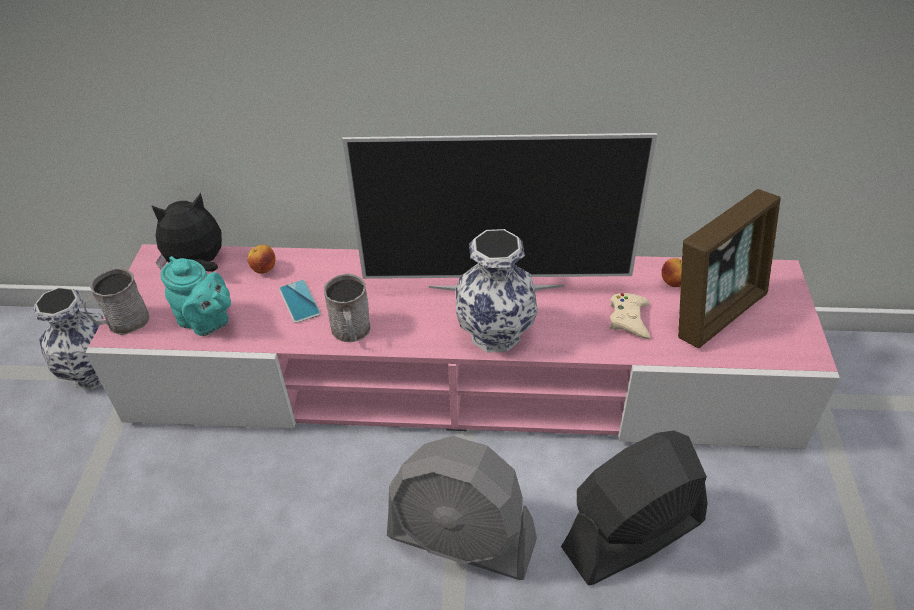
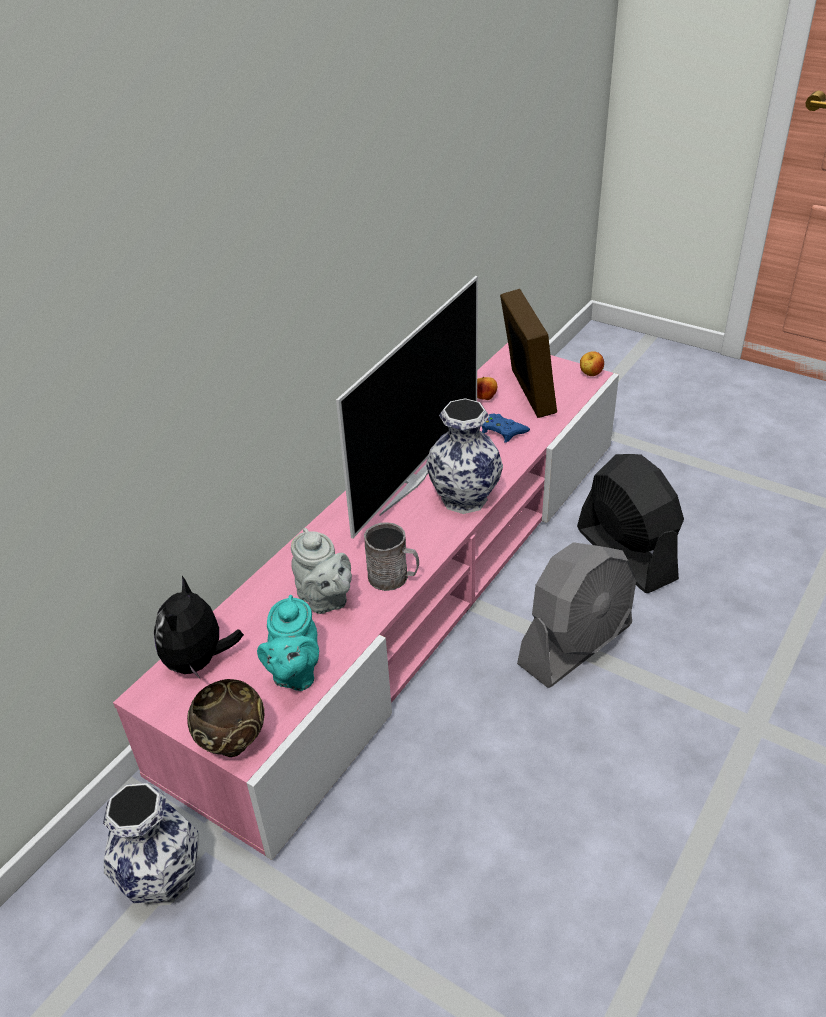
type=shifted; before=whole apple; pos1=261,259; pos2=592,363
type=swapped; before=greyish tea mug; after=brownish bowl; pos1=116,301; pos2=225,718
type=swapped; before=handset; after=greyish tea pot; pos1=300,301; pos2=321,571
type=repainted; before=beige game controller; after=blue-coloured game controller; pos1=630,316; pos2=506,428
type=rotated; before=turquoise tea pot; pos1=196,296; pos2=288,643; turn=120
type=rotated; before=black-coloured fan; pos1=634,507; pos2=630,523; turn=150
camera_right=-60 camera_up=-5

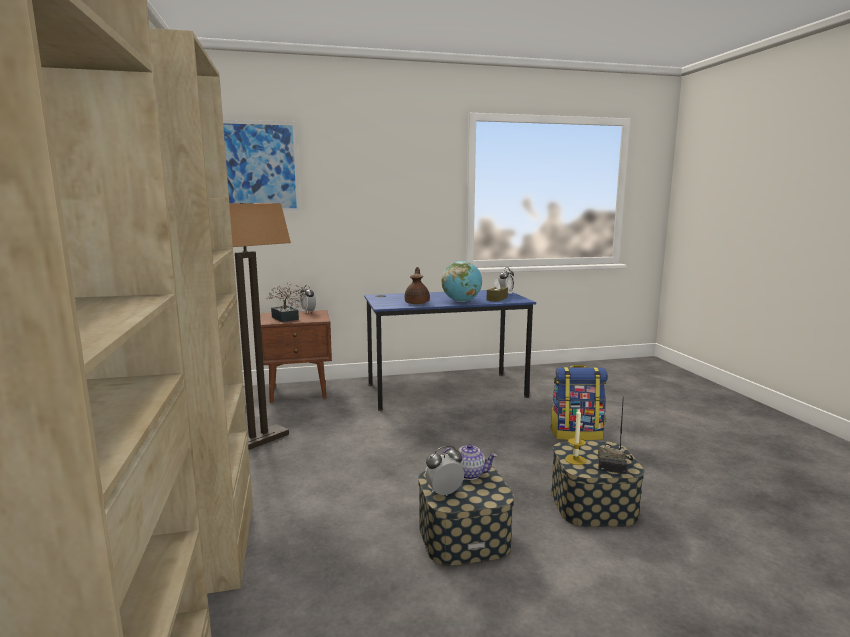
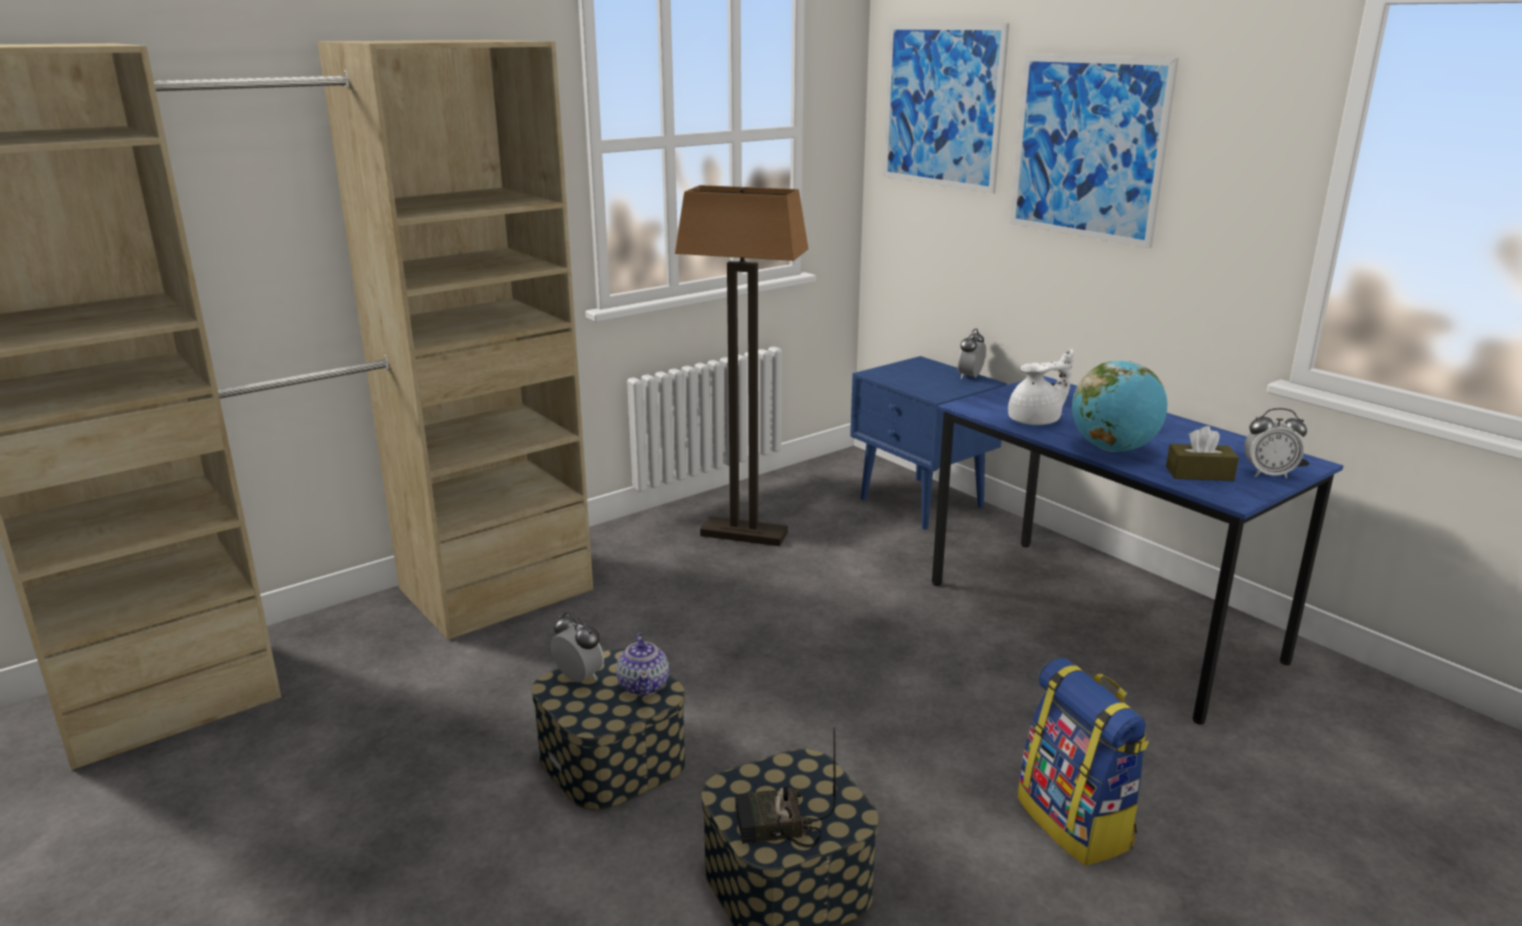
type=gone; before=plant in a pot; pos1=286,302
type=gone; before=candle; pos1=575,437
type=new; after=wall art; pos2=1094,151
type=repainted; before=brownish night table; after=blue-coloured night table; pos1=296,356; pos2=928,443
type=repainted; before=brownish tea pot; after=whitish tea pot; pos1=417,285; pos2=1041,387
camera_right=65 camera_up=10

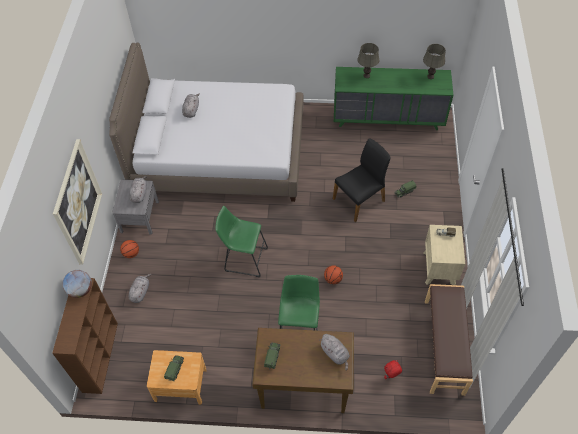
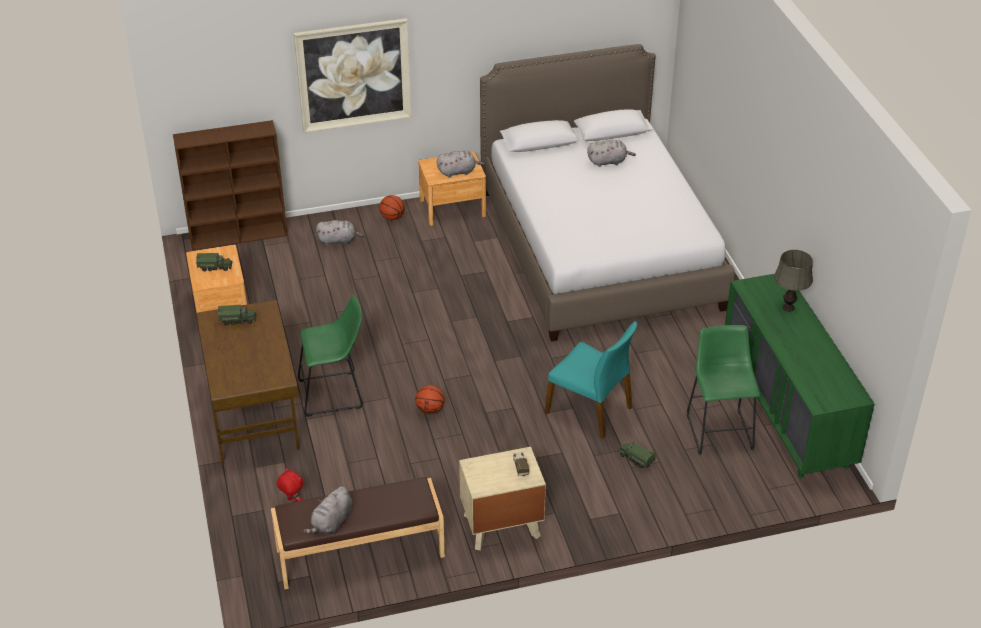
type=gone; before=globe; pos1=77,284
type=gone; before=greyish lamp for a table; pos1=434,61
type=shifted; before=green stool; pos1=241,241; pos2=723,390
type=shifted; before=greyish soft toy; pos1=334,352; pos2=328,510
type=repainted; before=greyish night table; after=brownish night table; pos1=135,207; pos2=452,189
type=repainted; before=black-coloured chair; after=turquoise chair; pos1=361,180; pos2=591,380
camera_right=70 camera_up=-15

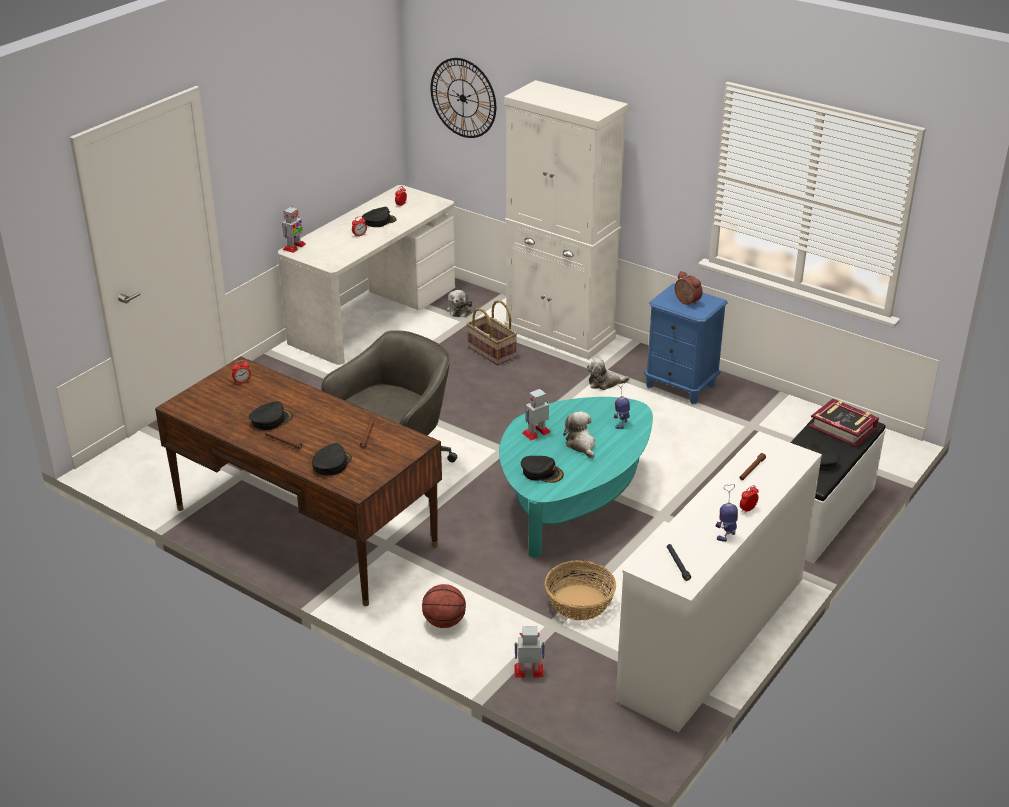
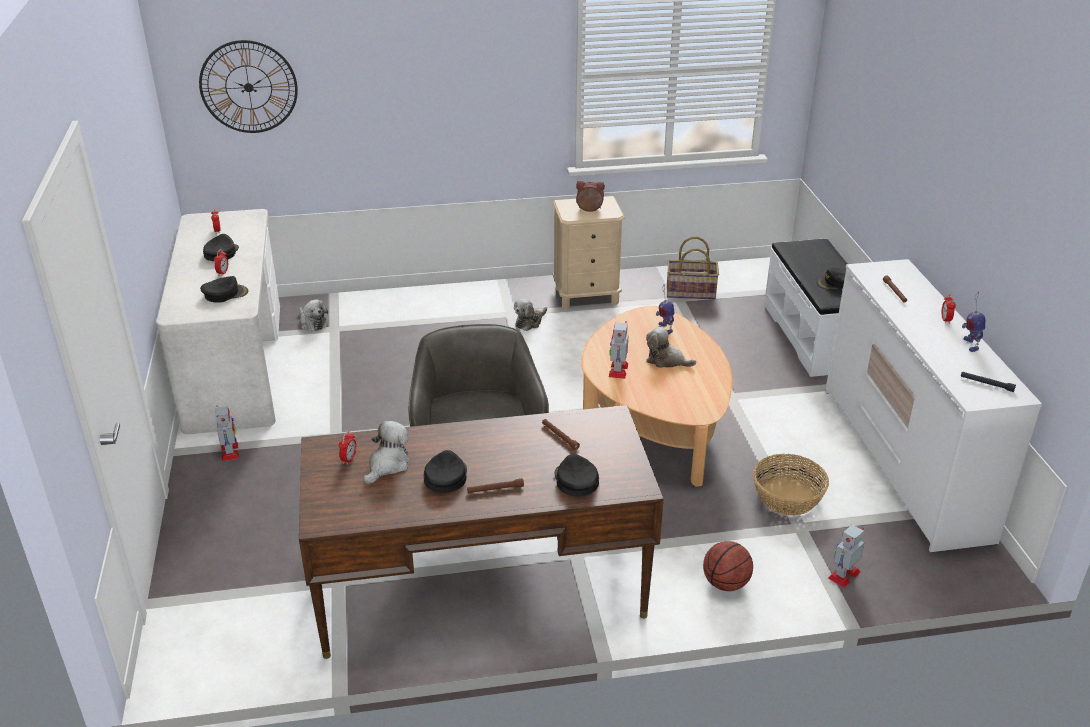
type=gone; before=whitish cabinet; pos1=566,220
type=gone; before=volume; pos1=844,423
type=new; after=soft toy; pos2=386,452
type=shifted; before=toy robot; pos1=294,229; pos2=227,433
type=shifted; before=storage basket; pos1=491,333; pos2=693,268
type=shifted; before=black-coloured baseball cap; pos1=542,469; pos2=224,289
type=repainted; before=turquoise lounge table; after=beige lounge table; pos1=576,477; pos2=656,396
type=repainted; before=blue-coloured night table; after=beige night table; pos1=686,343; pos2=588,252
camera_right=-45 camera_up=0

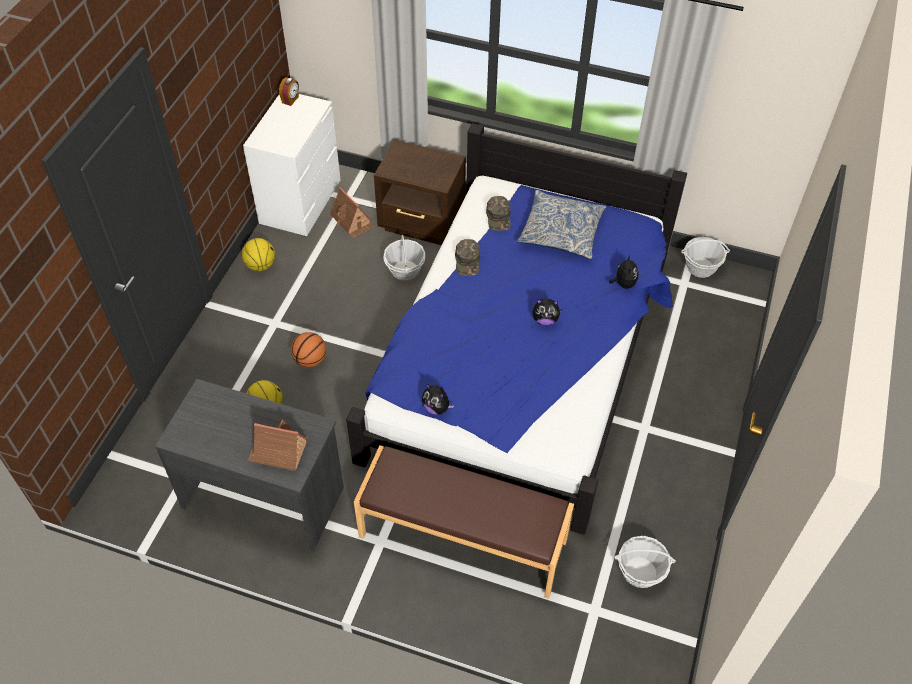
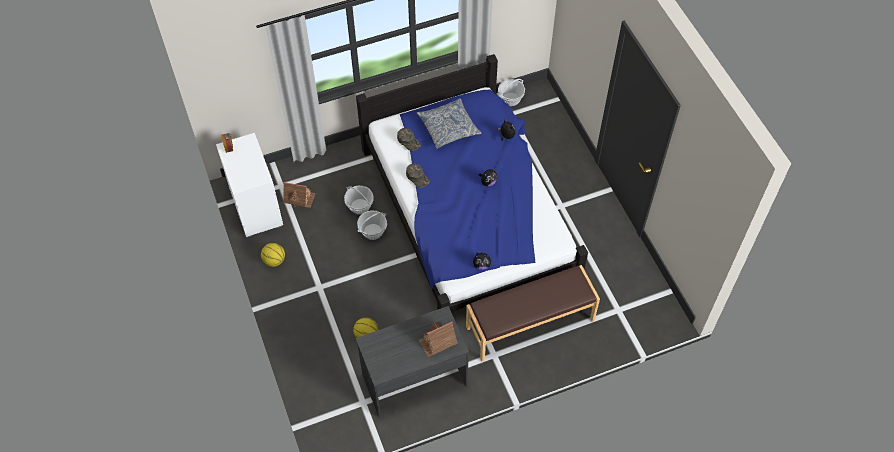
type=gone; before=basketball ball; pos1=308,349
type=gone; before=brownish night table; pos1=420,192
type=shifted; before=storage basket; pos1=645,562; pos2=372,225
camera_right=-40 camera_up=5

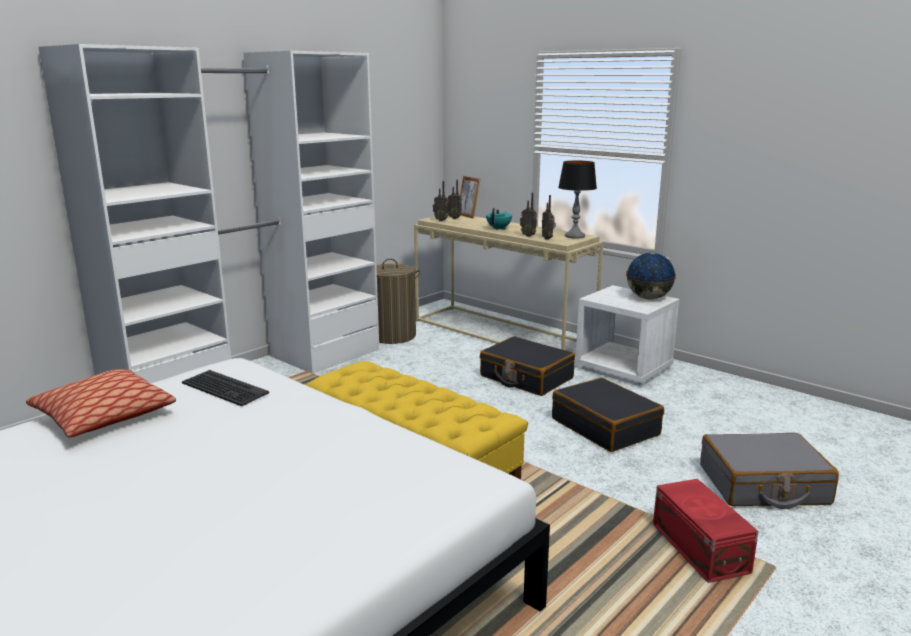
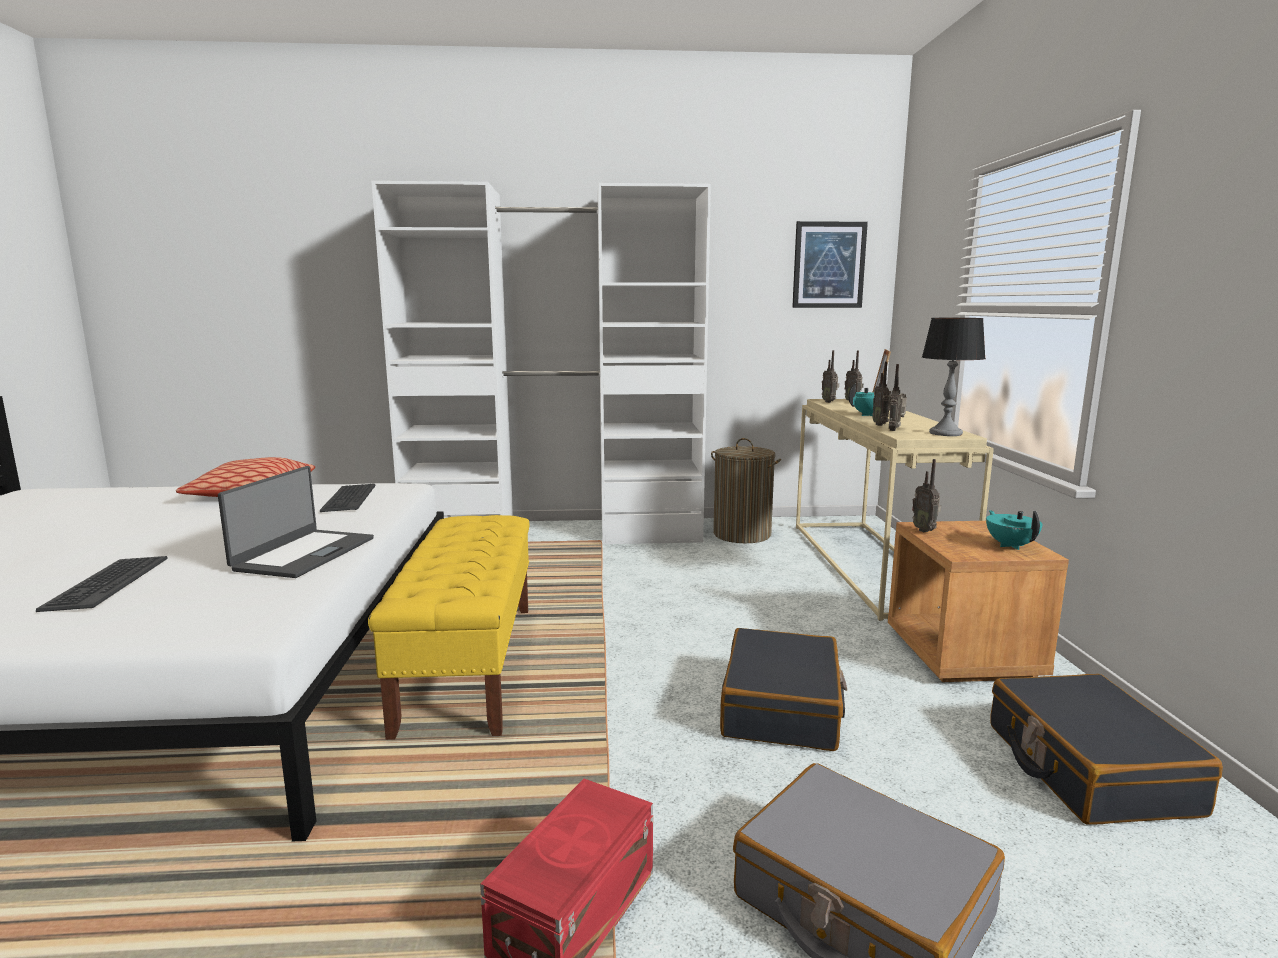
type=new; after=keyboard; pos2=102,584
type=new; after=laptop; pos2=296,522
type=new; after=wall art; pos2=830,264
type=new; after=radio; pos2=926,495
type=shifted; before=black-coloured travel case; pos1=527,366; pos2=1106,749
type=swapped; before=globe; after=turquoise tea pot; pos1=651,276; pos2=1014,530
type=repainted; before=whitish night table; after=brownish night table; pos1=627,335; pos2=978,601
camera_right=45 camera_up=-5

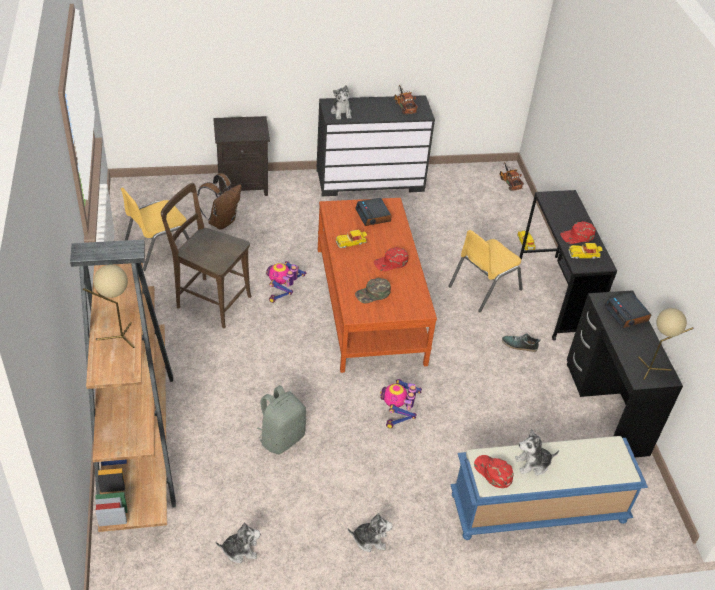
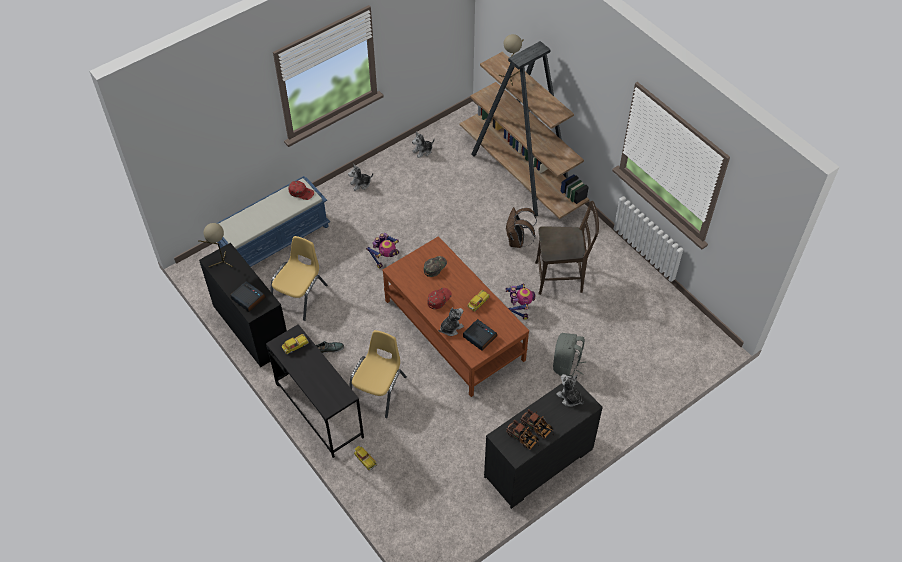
type=gone; before=black-coloured night table; pos1=241,156
type=gone; before=red-coloured baseball cap; pos1=578,232
type=shifted; before=yellow chair; pos1=155,229; pos2=298,278
type=shifted; before=brownish backpack; pos1=219,201; pos2=521,227
type=shifted; before=greyish backpack; pos1=281,419; pos2=569,354
type=shifted; before=toy truck; pos1=511,176; pos2=537,424
type=shifted; before=soft toy; pos1=537,452; pos2=451,322
type=rotated; before=toy robot; pos1=401,403; pos2=382,251; turn=60
camera_right=155 camera_up=10

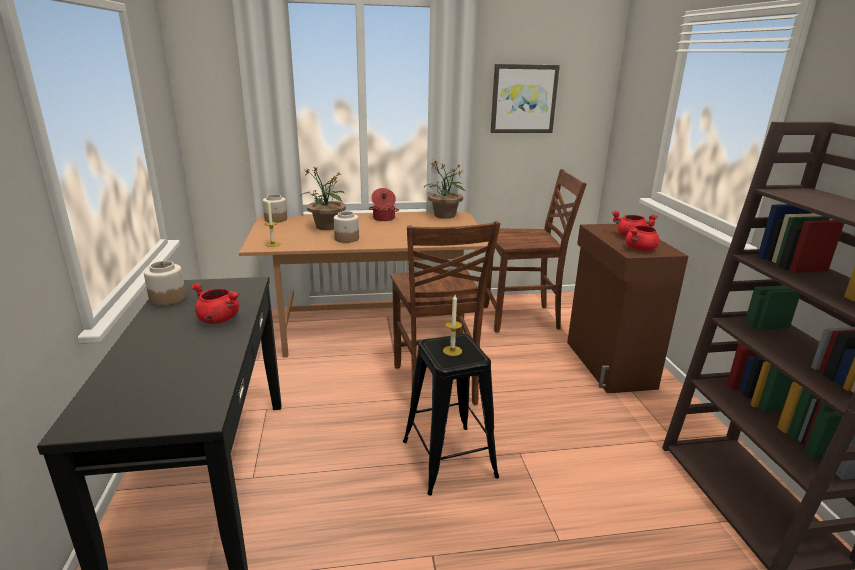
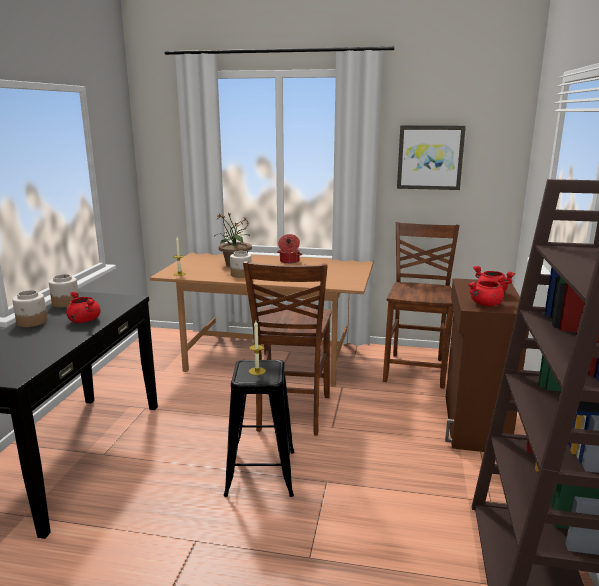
type=gone; before=plant in a pot; pos1=445,189
type=shifted; before=preserve jar; pos1=275,208; pos2=29,308
type=rotated; before=brownish chair; pos1=535,251; pos2=421,305; turn=-90
camera_right=20 camera_up=-5

